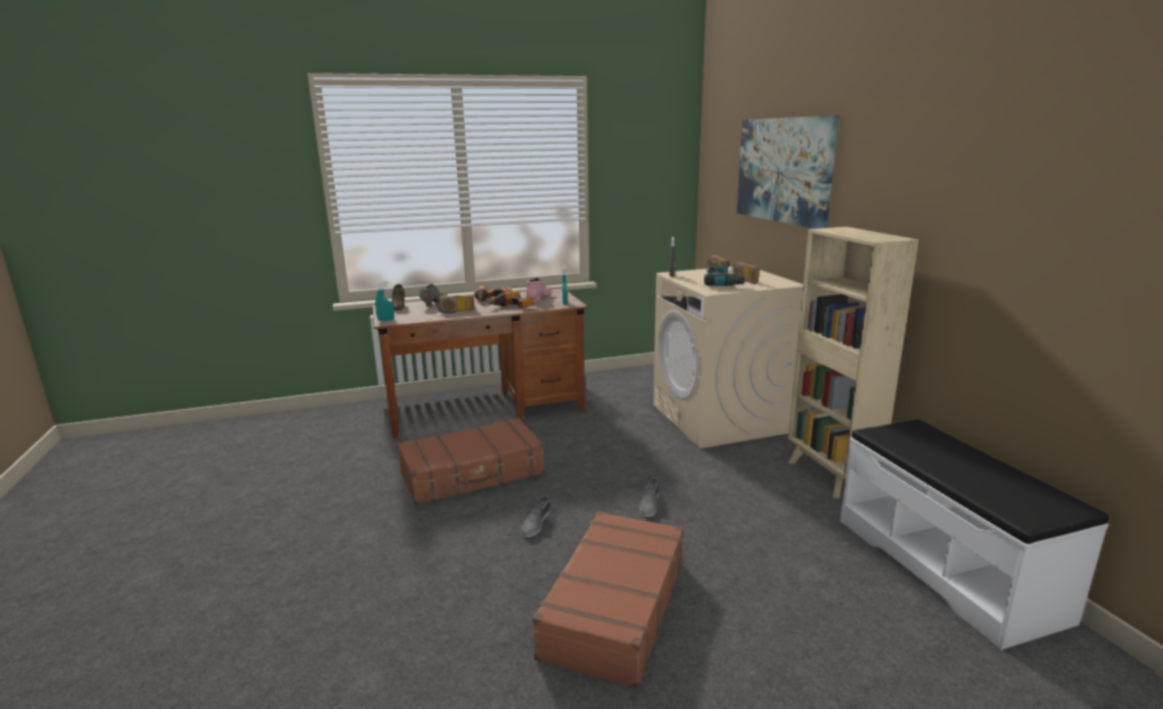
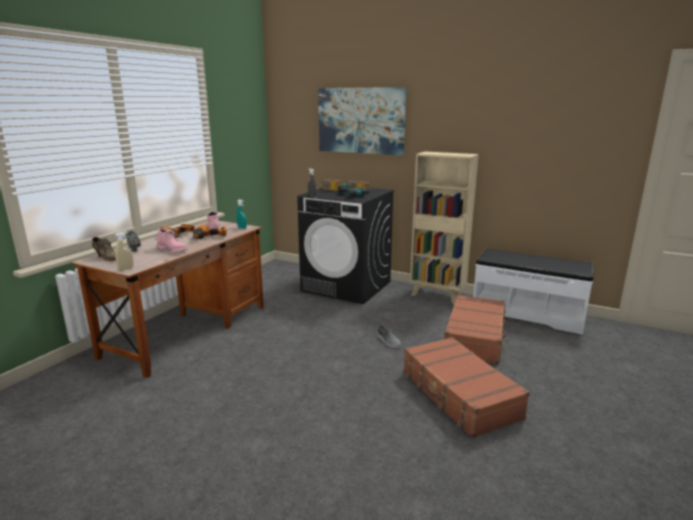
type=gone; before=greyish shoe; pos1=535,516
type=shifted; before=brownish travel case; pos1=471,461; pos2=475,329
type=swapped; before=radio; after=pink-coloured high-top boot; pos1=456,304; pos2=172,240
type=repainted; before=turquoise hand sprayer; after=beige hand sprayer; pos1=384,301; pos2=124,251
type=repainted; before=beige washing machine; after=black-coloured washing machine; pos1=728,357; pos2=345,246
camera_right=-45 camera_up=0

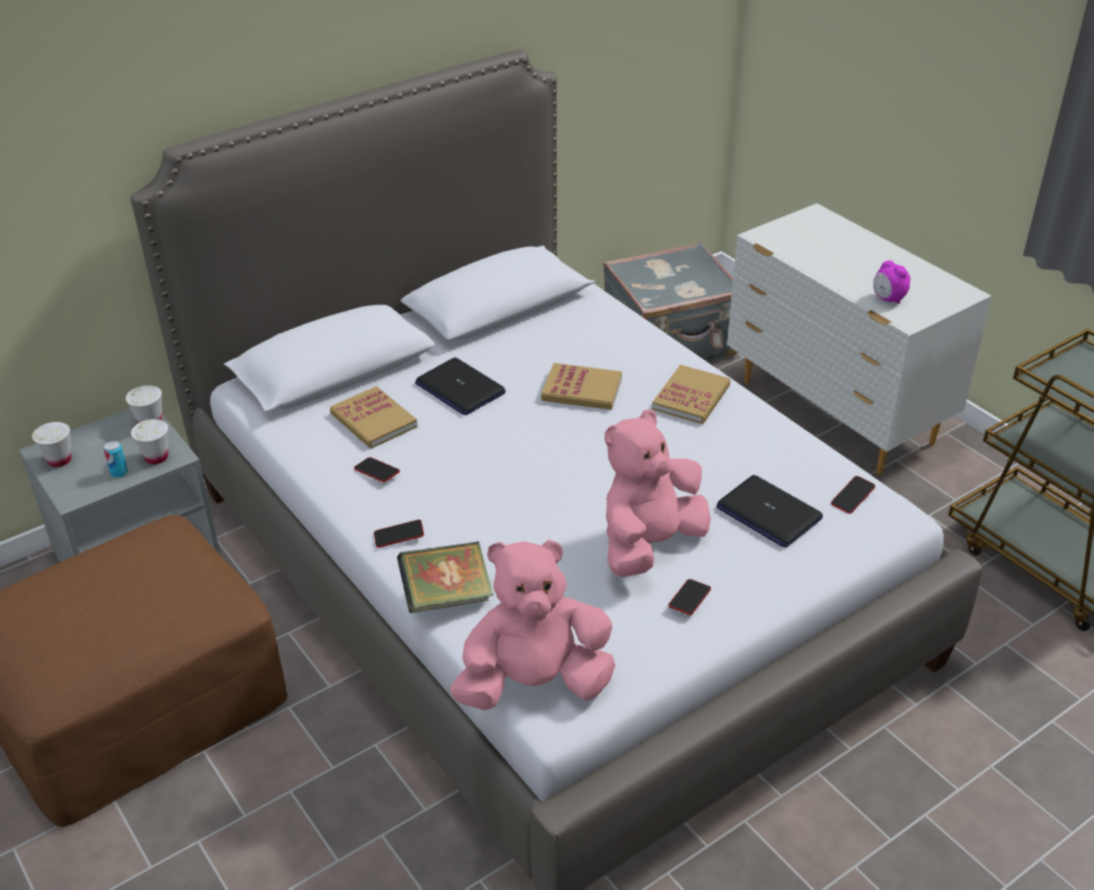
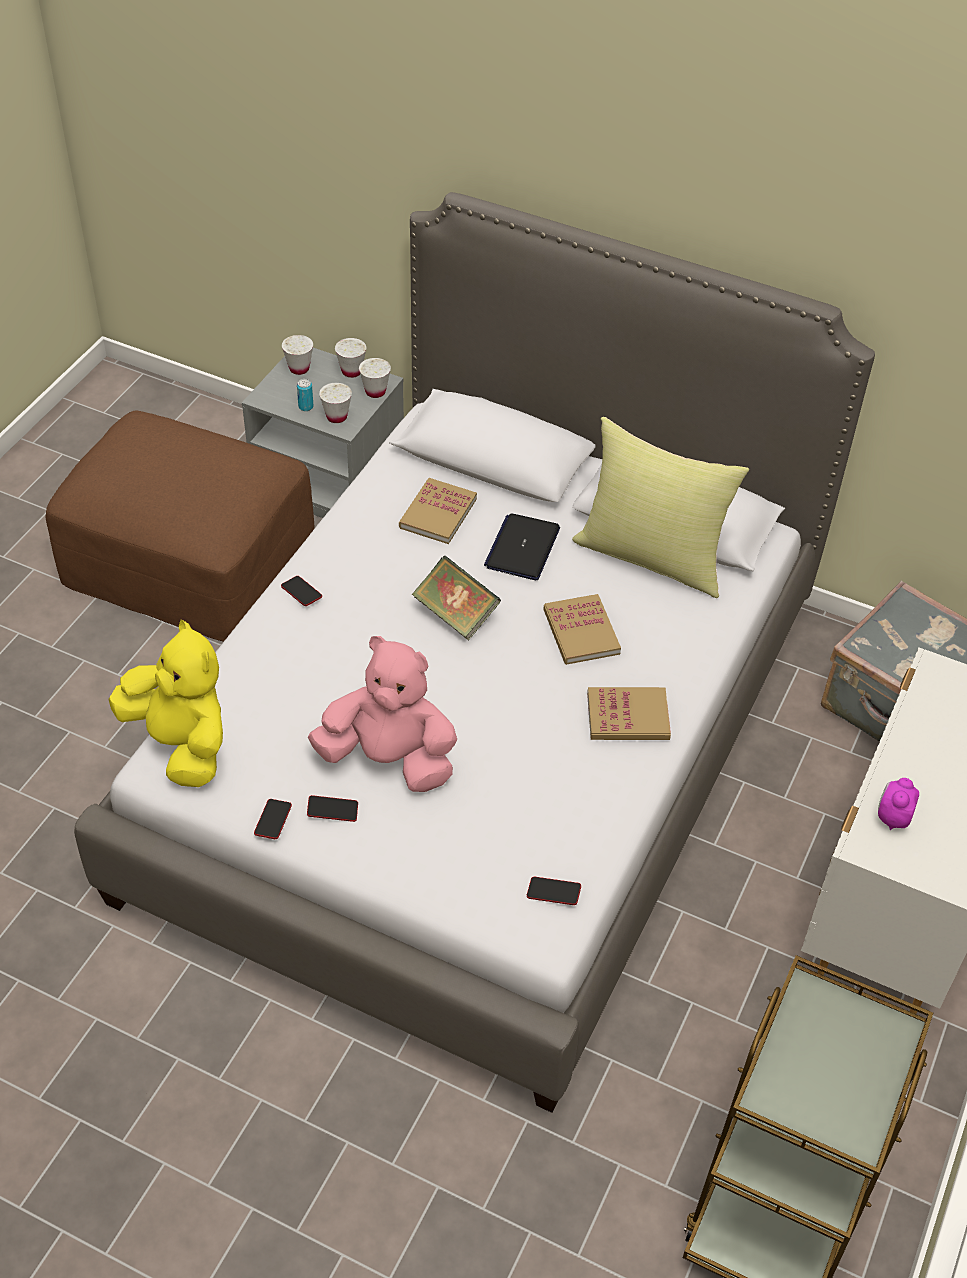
type=gone; before=laptop; pos1=769,511
type=new; after=whitish cup; pos2=350,358
type=new; after=yellow throw pillow; pos2=660,507
type=shifted; before=handset; pos1=377,469; pos2=273,819
type=shifted; before=volume; pos1=445,577; pos2=456,598
type=repainted; before=pink-coloured soft toy; after=yellow soft toy; pos1=532,625; pos2=165,703
camera_right=60 camera_up=10

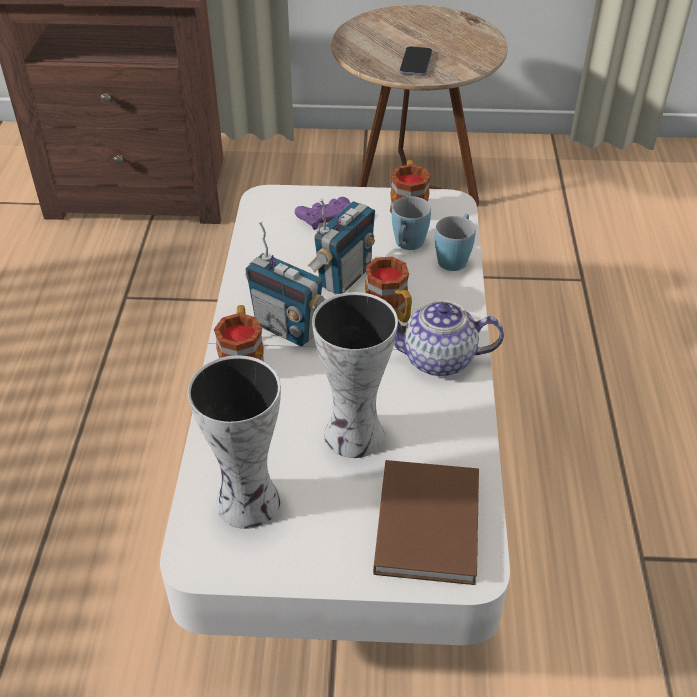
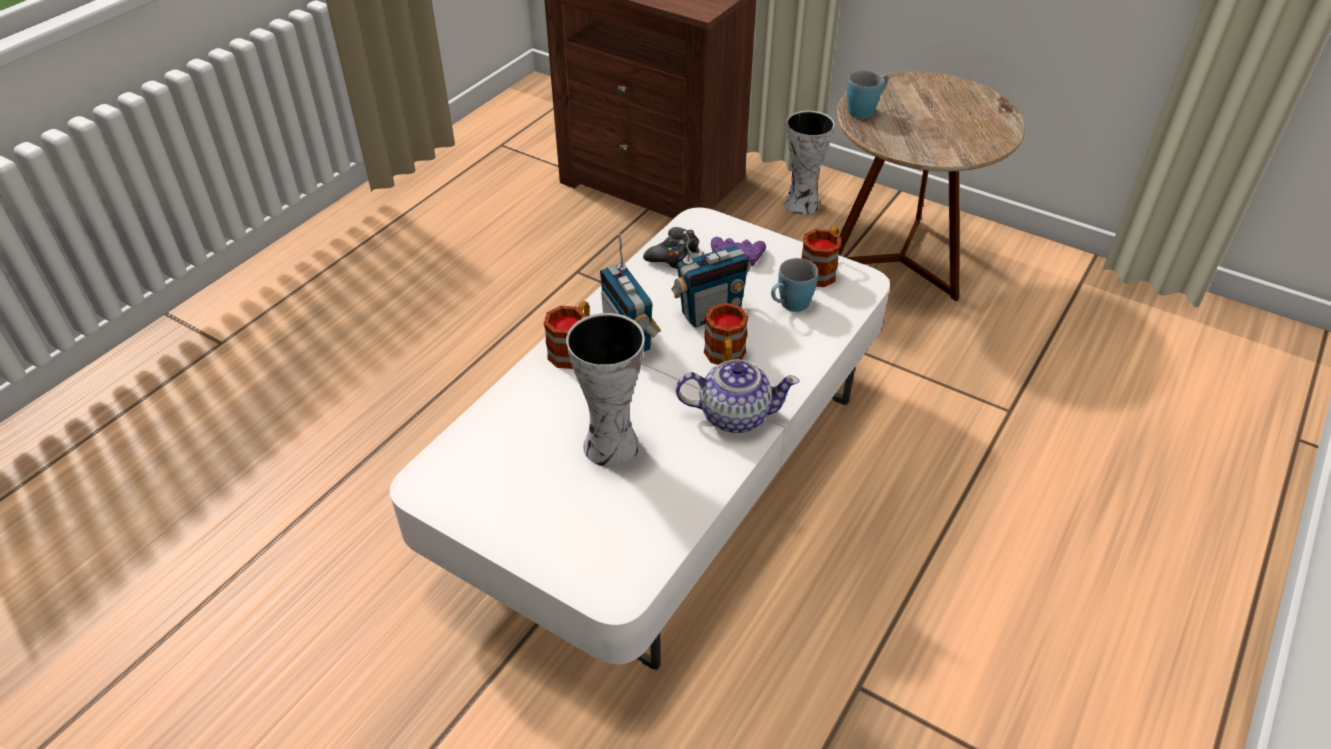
type=gone; before=brownish volume; pos1=426,522
type=gone; before=handset; pos1=416,61
type=new; after=black-coloured game controller; pos2=671,248
type=shifted; before=flower vase; pos1=234,442; pos2=809,163
type=shifted; before=blue-coloured tea mug; pos1=455,242; pos2=868,95
type=rotated; before=tea pot; pos1=449,338; pos2=738,396; turn=150
camera_right=30 camera_up=0

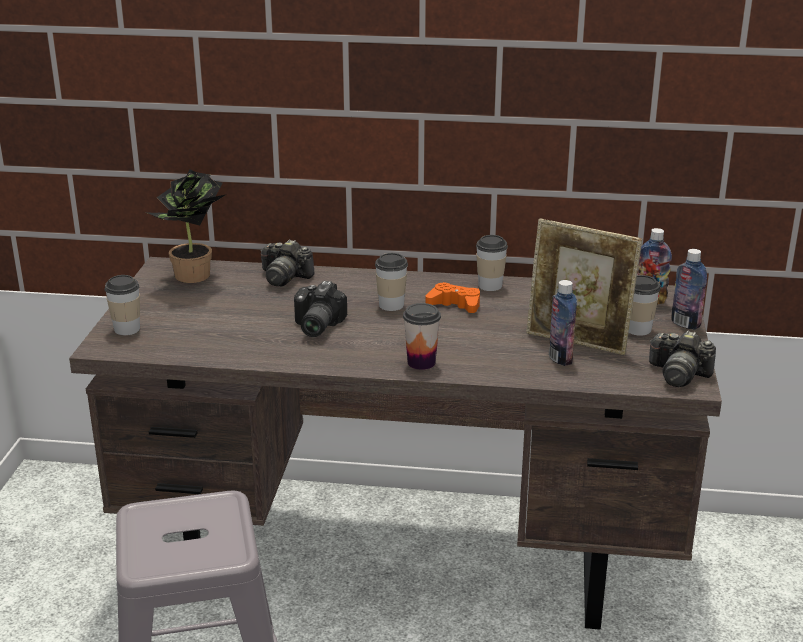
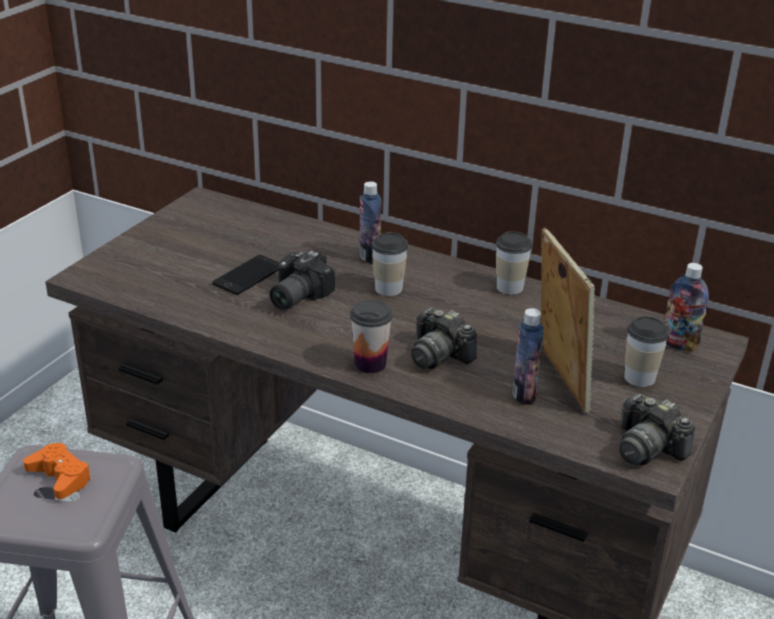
type=gone; before=cup; pos1=122,305
type=gone; before=plant in a pot; pos1=185,226
type=new; after=handset; pos2=245,275
type=shifted; before=photo camera; pos1=288,262; pos2=444,338
type=shifted; before=orange-coloured game controller; pos1=453,297; pos2=57,471
type=shifted; before=bottle; pos1=689,289; pos2=370,223
type=rotated; before=picture frame; pos1=584,286; pos2=568,320; turn=-150
camera_right=20 camera_up=5

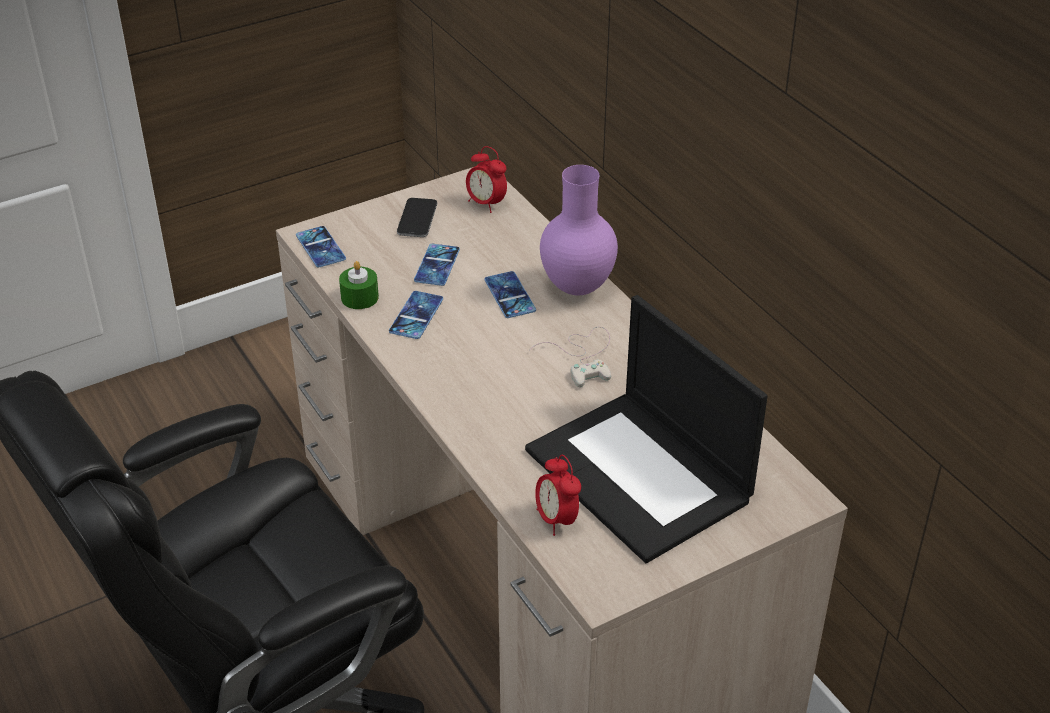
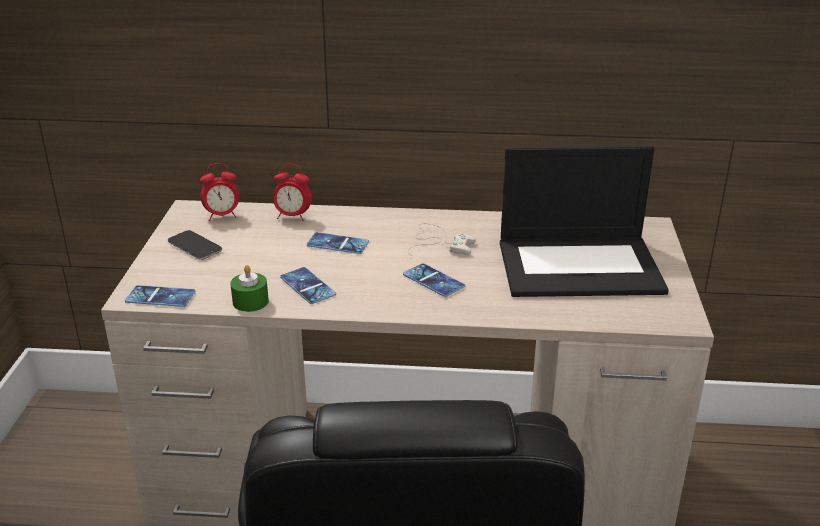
type=gone; before=purplish flower vase; pos1=579,230
type=shifted; before=handset; pos1=437,265; pos2=434,280
type=shifted; before=table clock; pos1=558,495; pos2=292,192
camera_right=-55 camera_up=-10

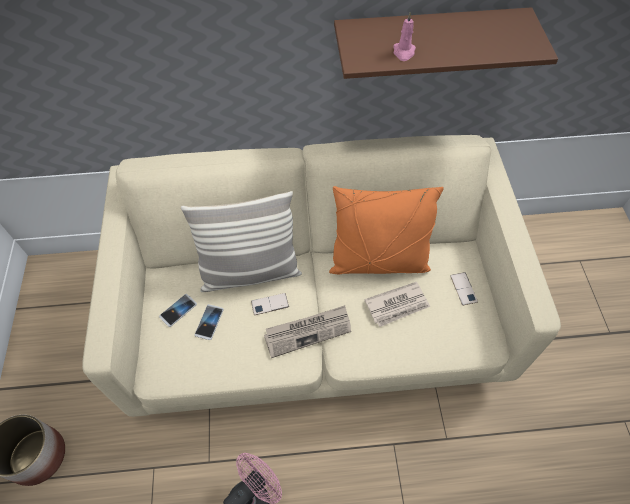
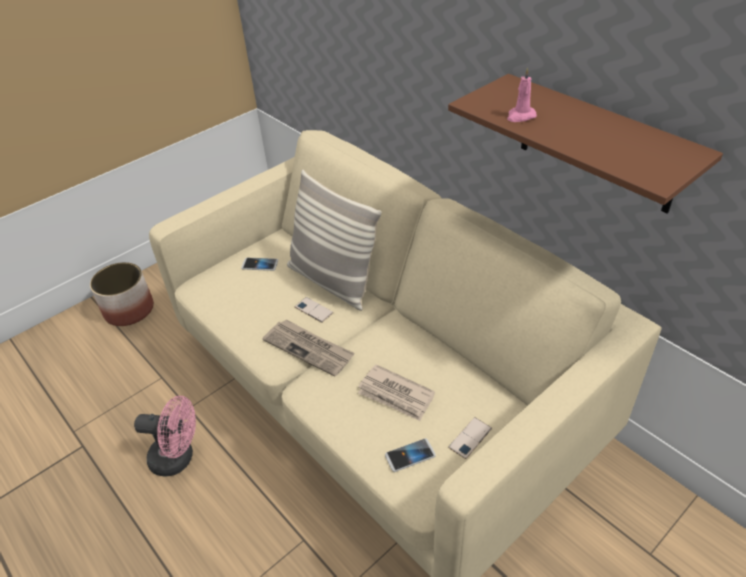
type=gone; before=orange-coloured throw pillow; pos1=386,230
type=shifted; before=handset; pos1=209,322; pos2=410,455
camera_right=55 camera_up=-15

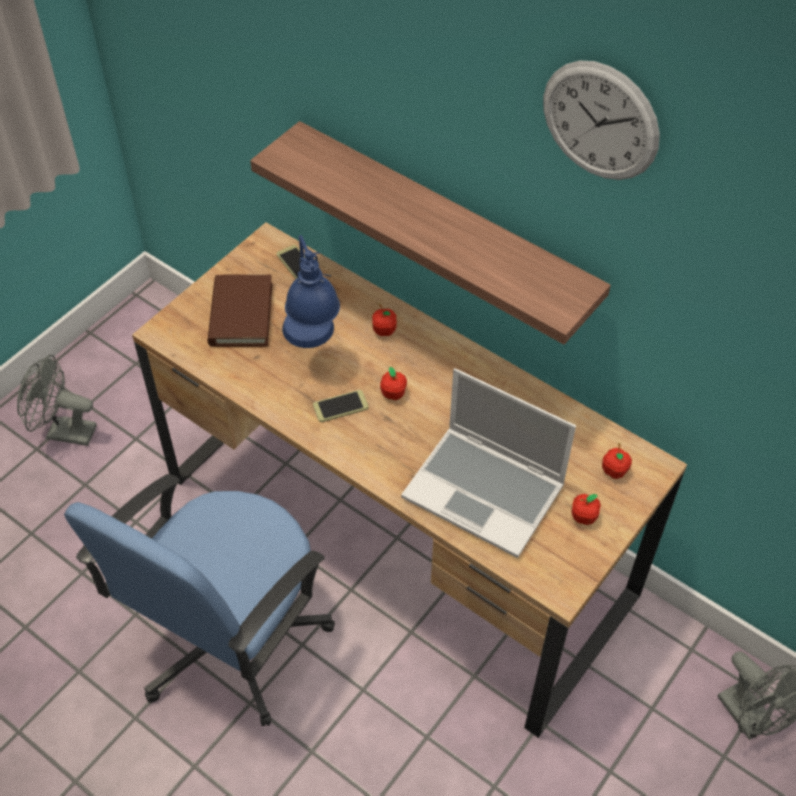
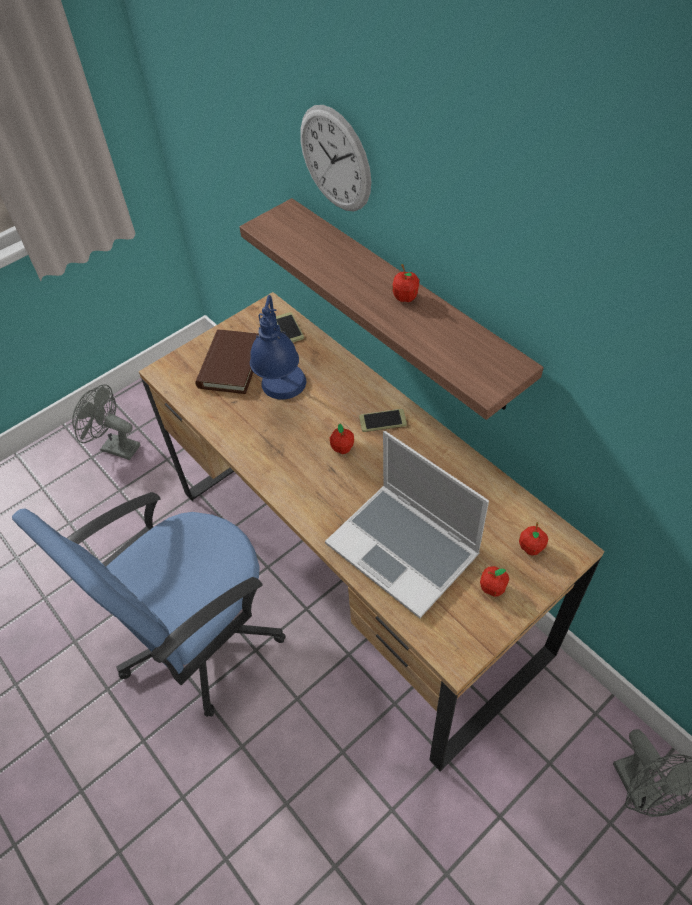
type=shifted; before=handset; pos1=341,406; pos2=383,420
type=shifted; before=whole apple; pos1=384,320; pos2=405,283
type=shifted; before=clock on the wall; pos1=601,120; pos2=335,158
camera_right=15 camera_up=0

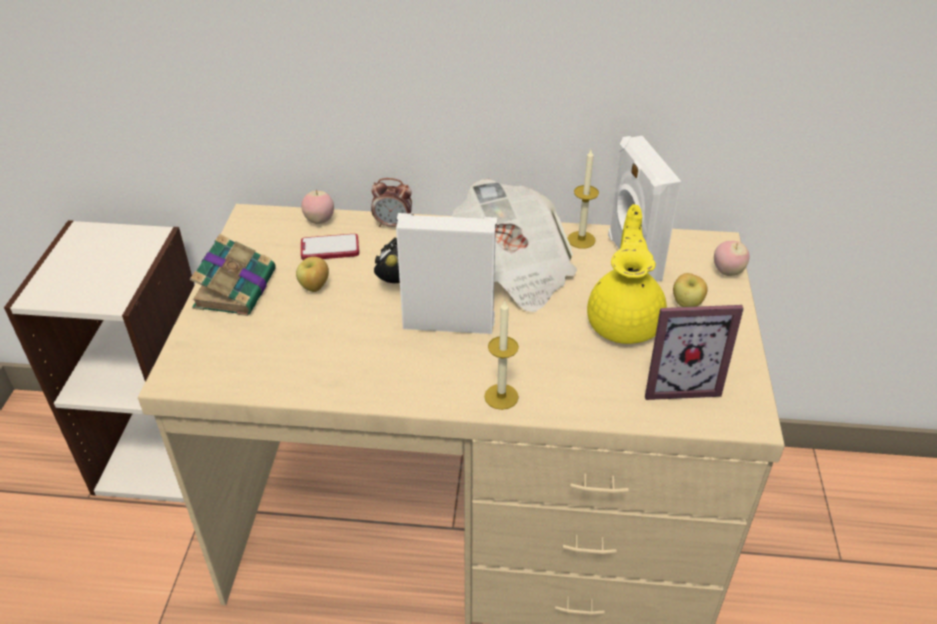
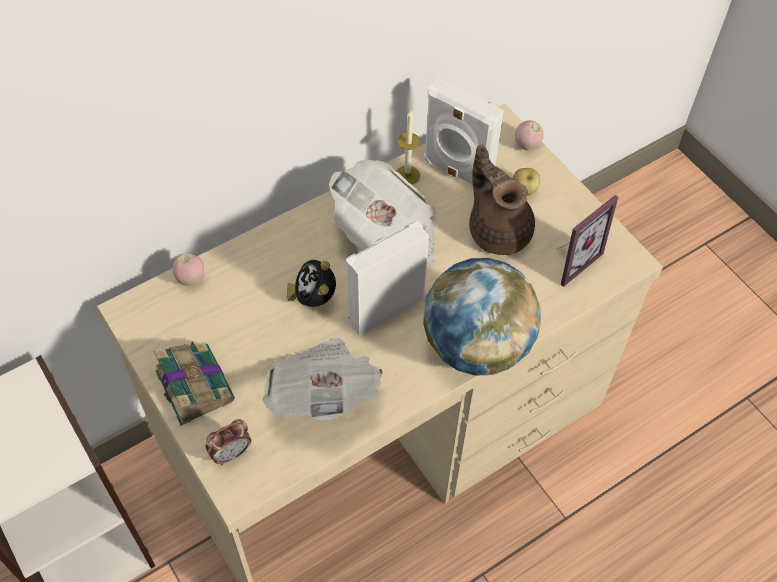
type=gone; before=whole apple; pos1=312,274
type=gone; before=handset; pos1=330,247
type=new; after=newspaper; pos2=322,380
type=shifted; before=table clock; pos1=391,202; pos2=228,442
type=swapped; before=candle; after=globe; pos1=501,355; pos2=482,317
type=repainted; before=yellow tea pot; after=brownish tea pot; pos1=627,274; pos2=502,200
camera_right=-40 camera_up=15

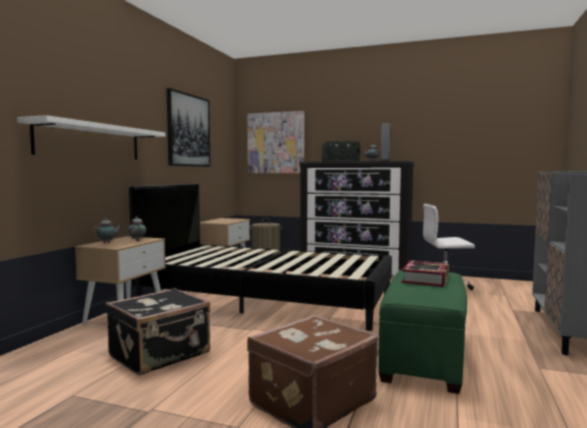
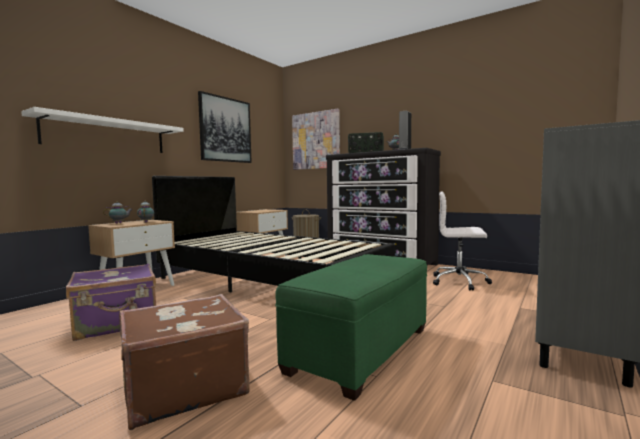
type=gone; before=volume; pos1=425,273
type=repainted; before=black-coloured travel case; after=purplish travel case; pos1=157,332; pos2=111,302
camera_right=15 camera_up=0

